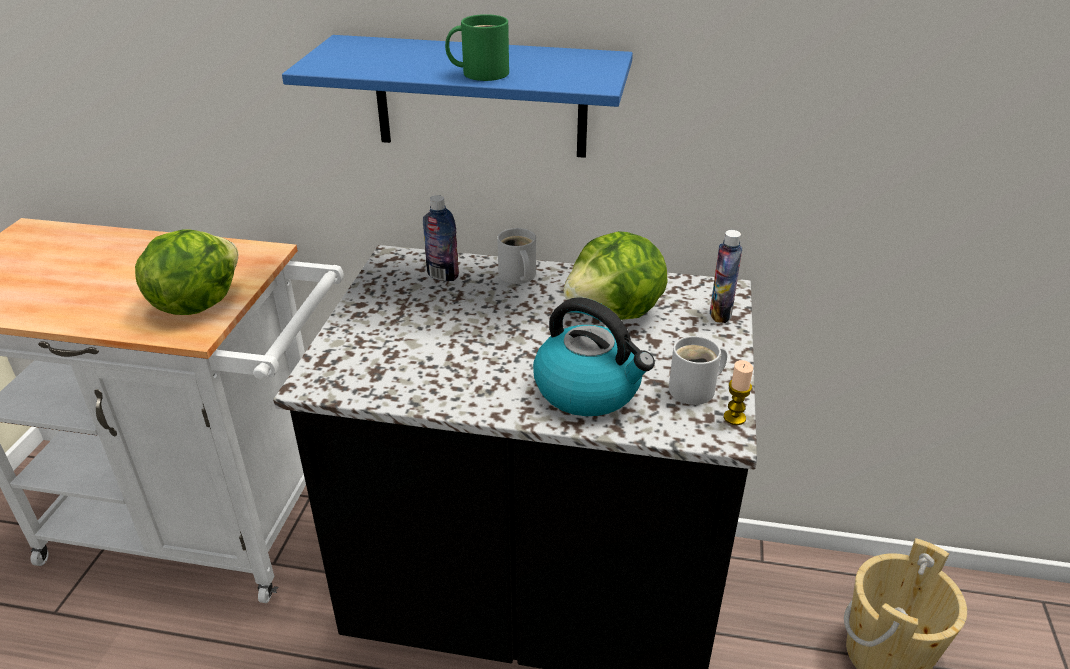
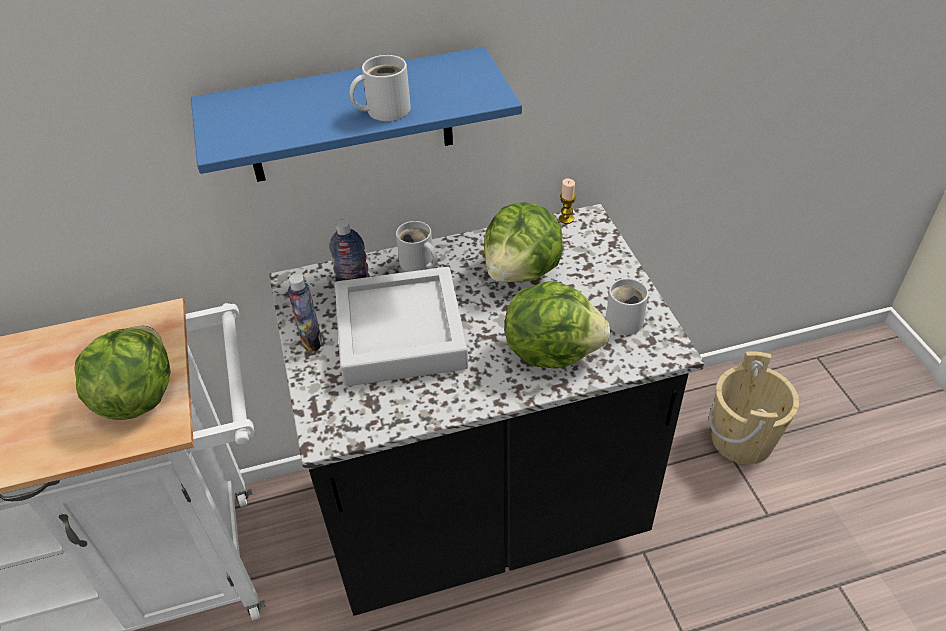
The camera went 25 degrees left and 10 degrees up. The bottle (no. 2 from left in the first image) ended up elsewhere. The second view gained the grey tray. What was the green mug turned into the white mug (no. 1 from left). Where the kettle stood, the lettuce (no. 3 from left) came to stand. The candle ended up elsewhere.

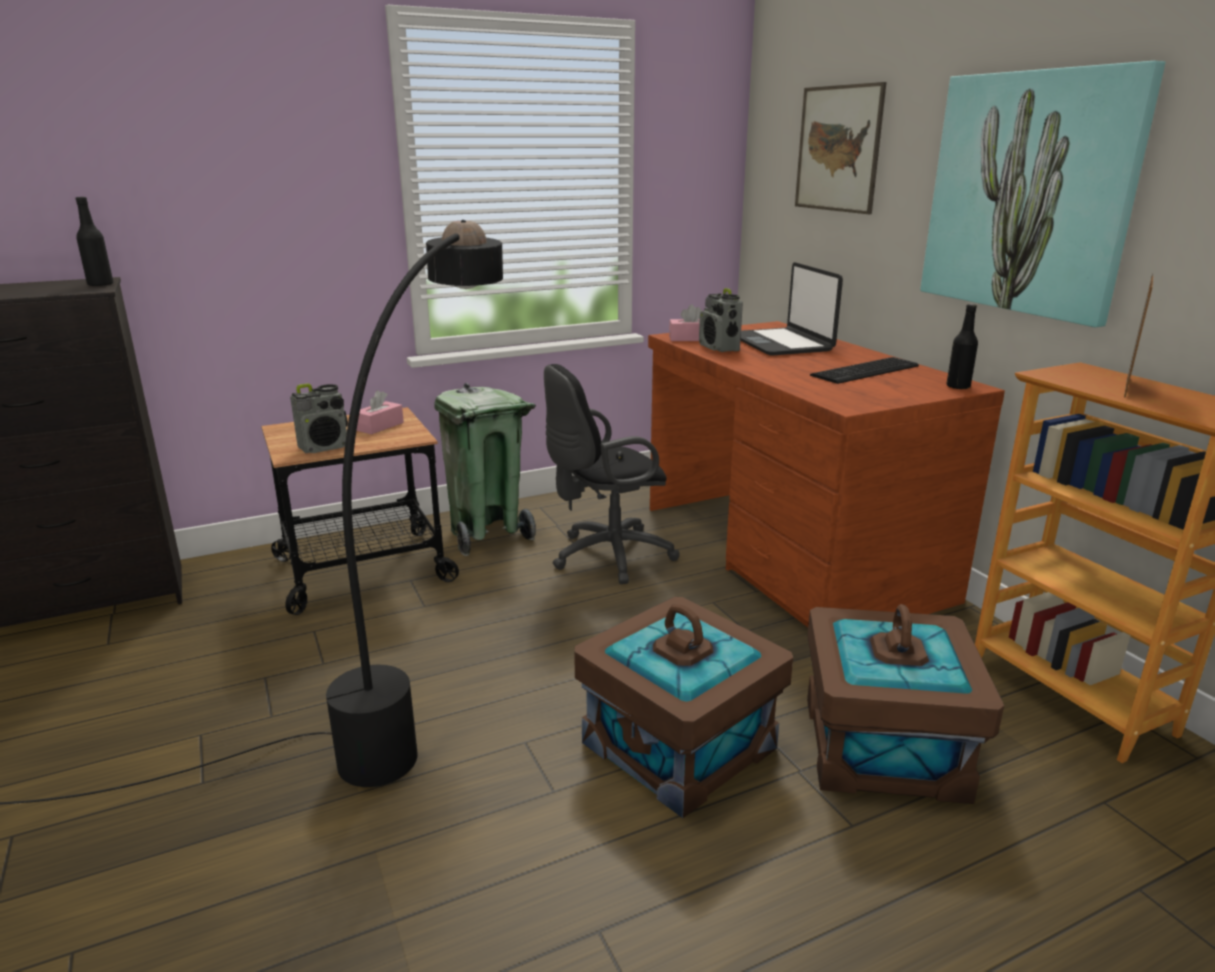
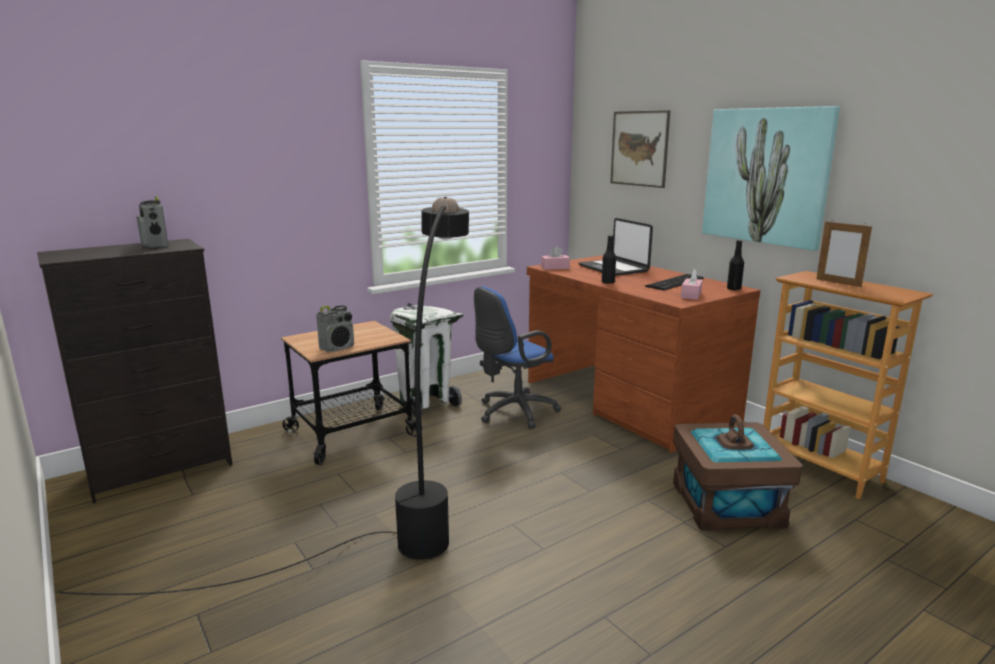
The camera went 10 degrees left and 5 degrees down. The radio (no. 2 from left in the first image) ended up elsewhere. What was the green trash can turned into the white trash can. What was the black office chair turned into the blue office chair. The black bottle (no. 1 from left) ended up elsewhere. The pink tissue box (no. 1 from left in the first image) ended up elsewhere. The picture frame ended up facing another way, 120 degrees clockwise from before. The second view lost the brown storage box (no. 1 from left).

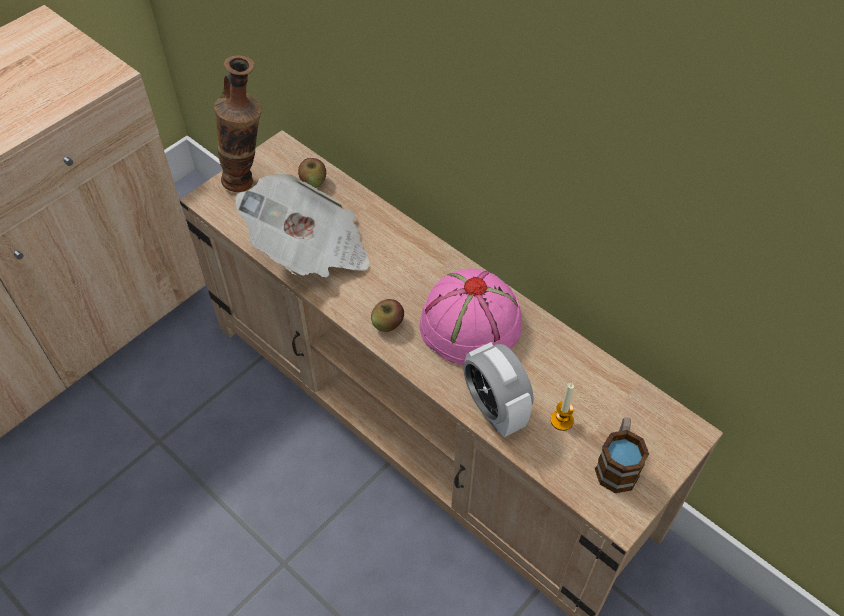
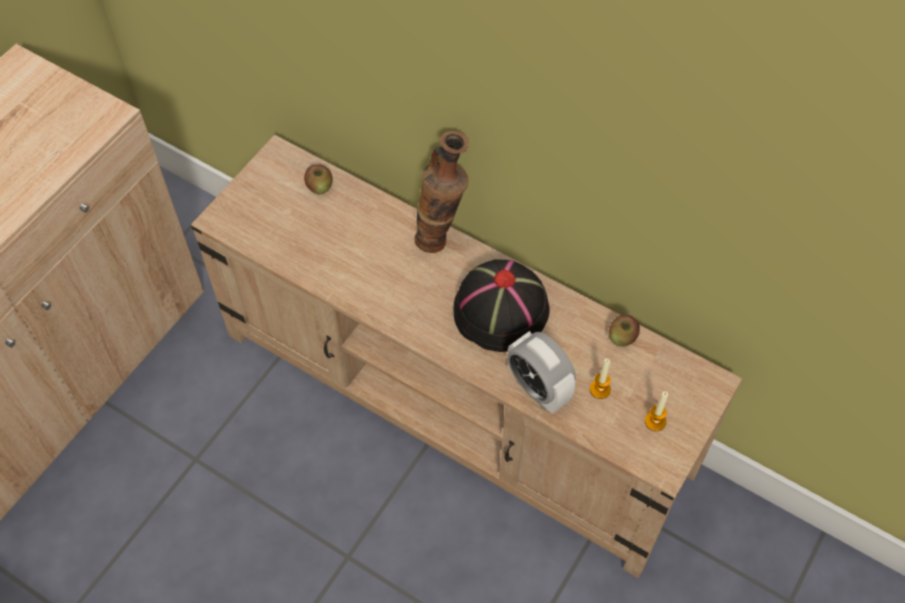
The camera went 10 degrees left and 5 degrees up. The vase ended up elsewhere. What was the pink hat turned into the black hat. The apple (no. 2 from left) ended up elsewhere. Where the mug stood, the candle (no. 2 from left) came to stand. The second view lost the newspaper.

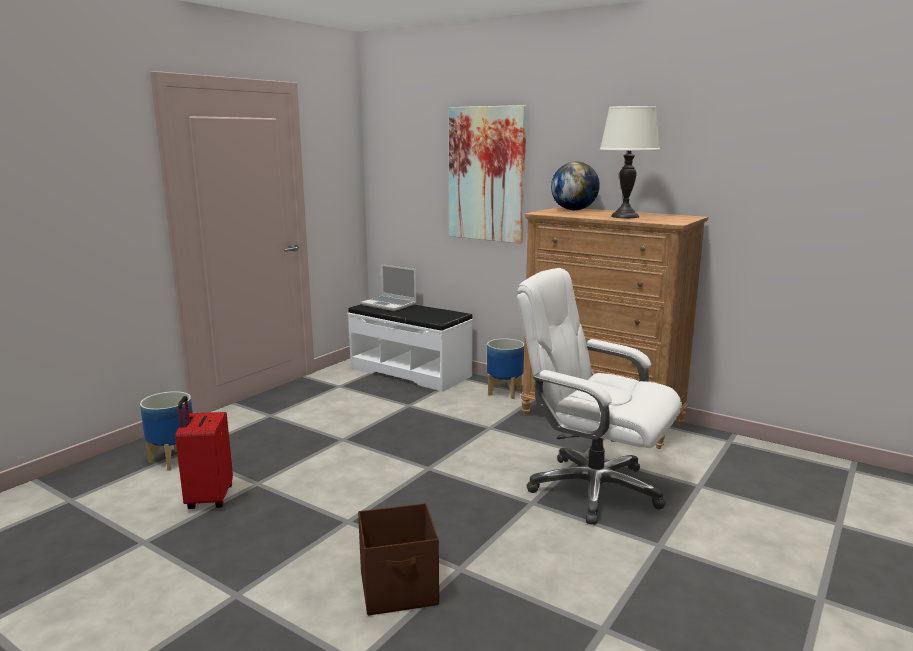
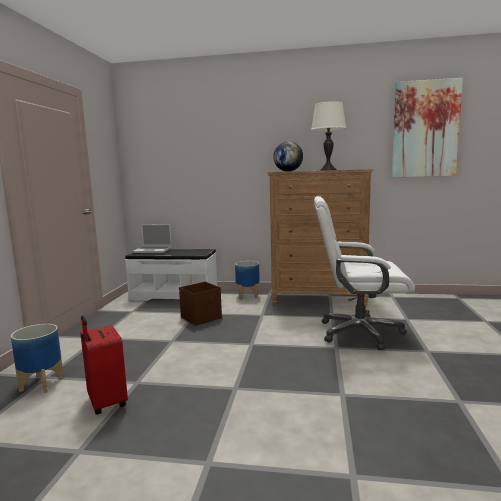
The camera went 25 degrees left and 5 degrees down. The brown storage box ended up elsewhere. The picture ended up elsewhere.

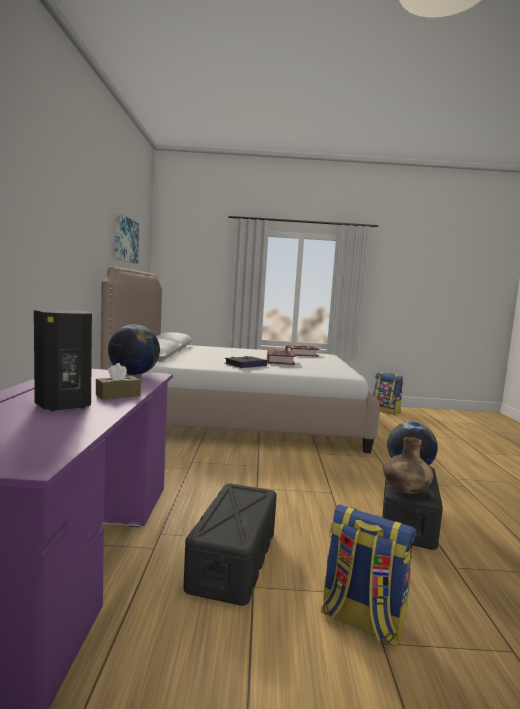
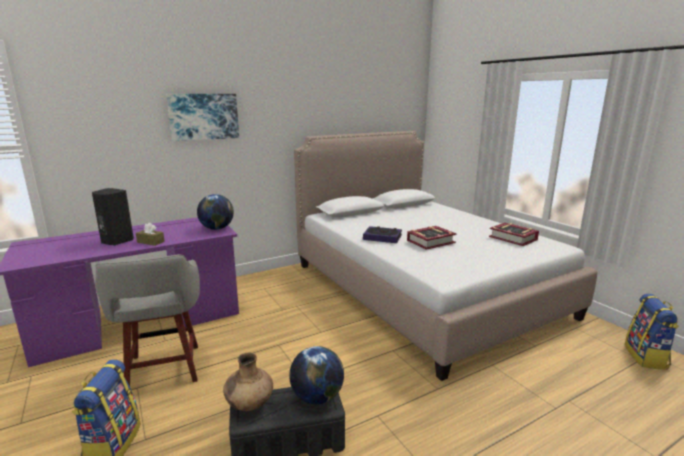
The camera went 60 degrees right and 10 degrees up. Where the black storage box (no. 1 from left) stood, the grey stool came to stand. The picture ended up elsewhere.

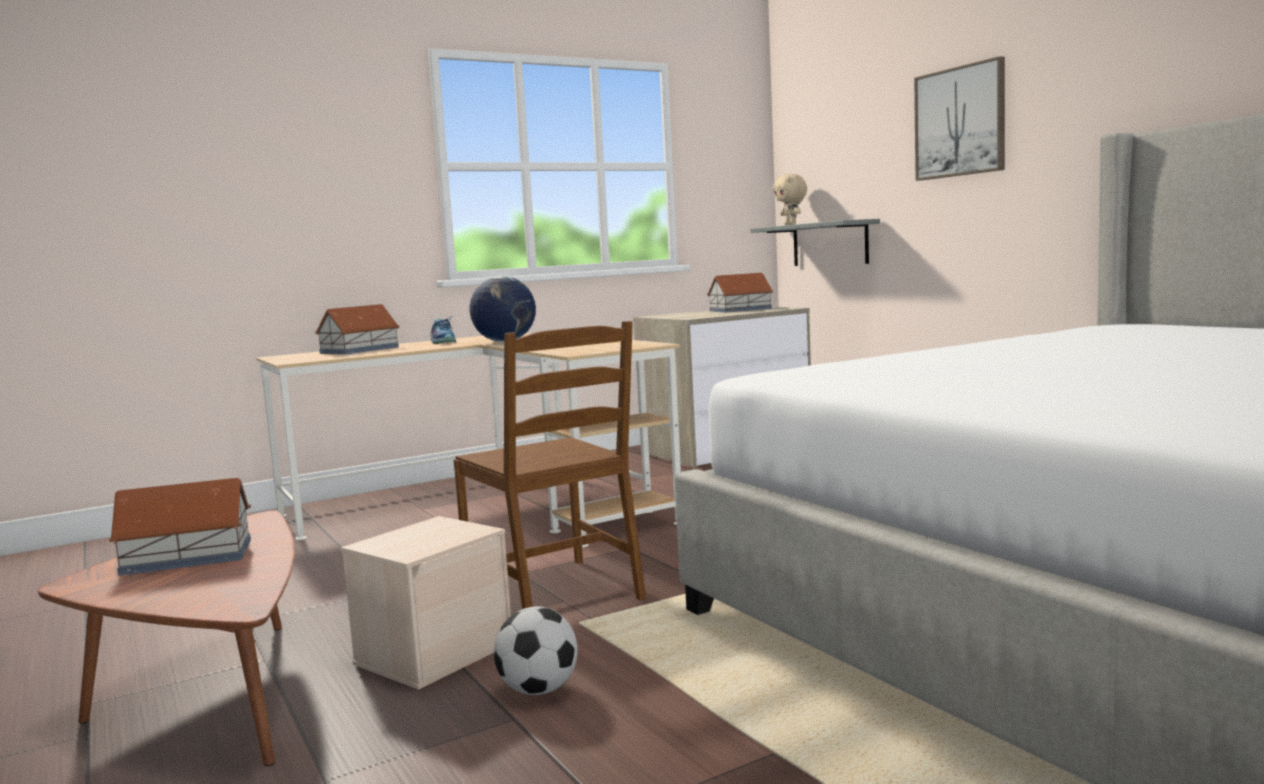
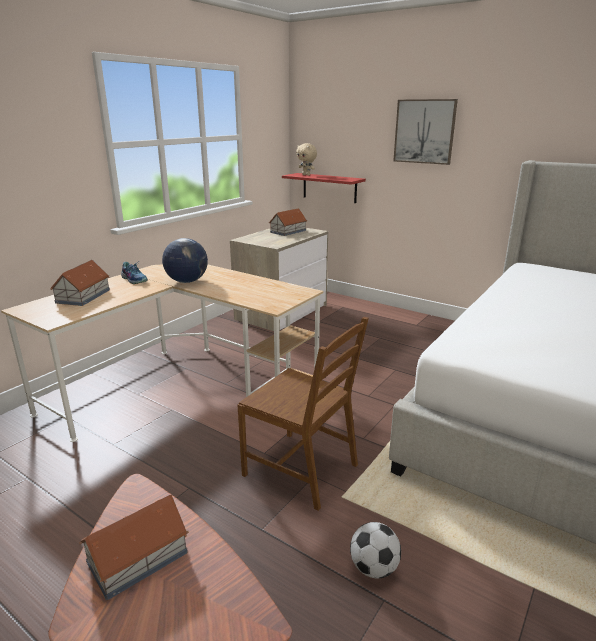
The camera went 25 degrees left and 15 degrees up. What was the grey shelf turned into the red shelf. The second view lost the beige storage box.

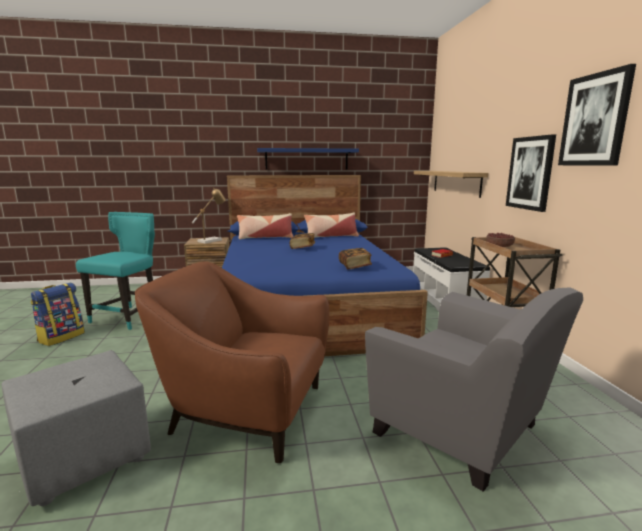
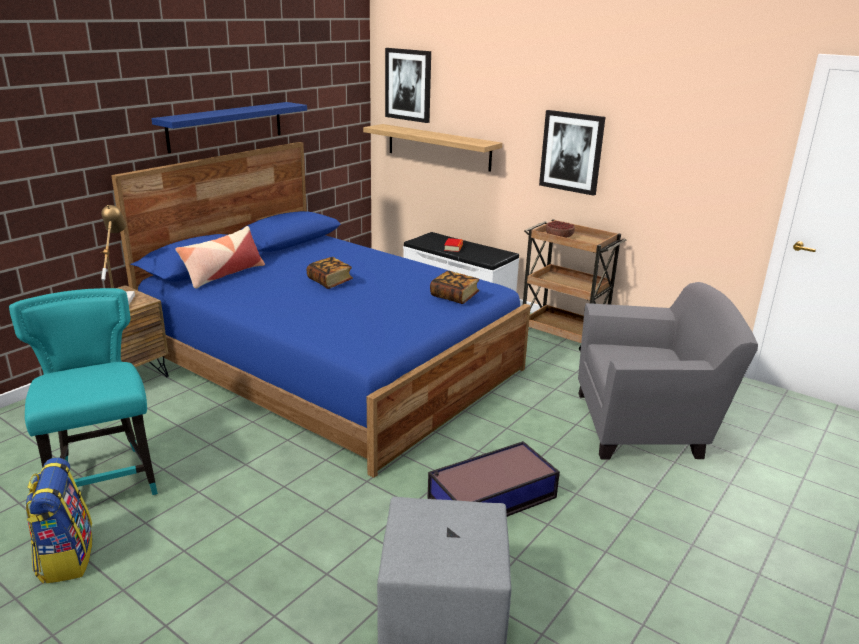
The camera went 45 degrees left and 10 degrees up. The picture (no. 2 from left in the first image) ended up elsewhere. Where the brown armchair stood, the storage box came to stand. The second view lost the pillow (no. 2 from left).

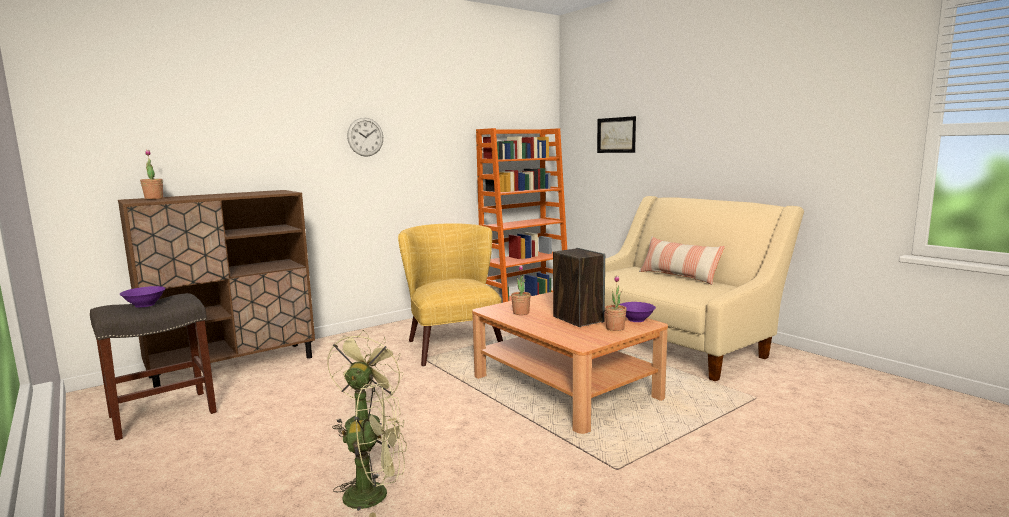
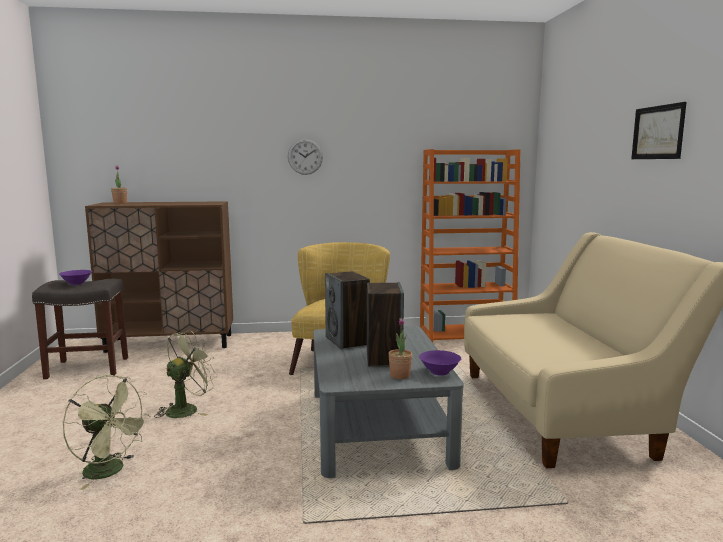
The camera went 30 degrees right and 0 degrees up. What was the brown coffee table turned into the grey coffee table. Where the potted plant (no. 2 from left) stood, the speaker (no. 1 from left) came to stand. The picture ended up elsewhere. The second view lost the pillow.

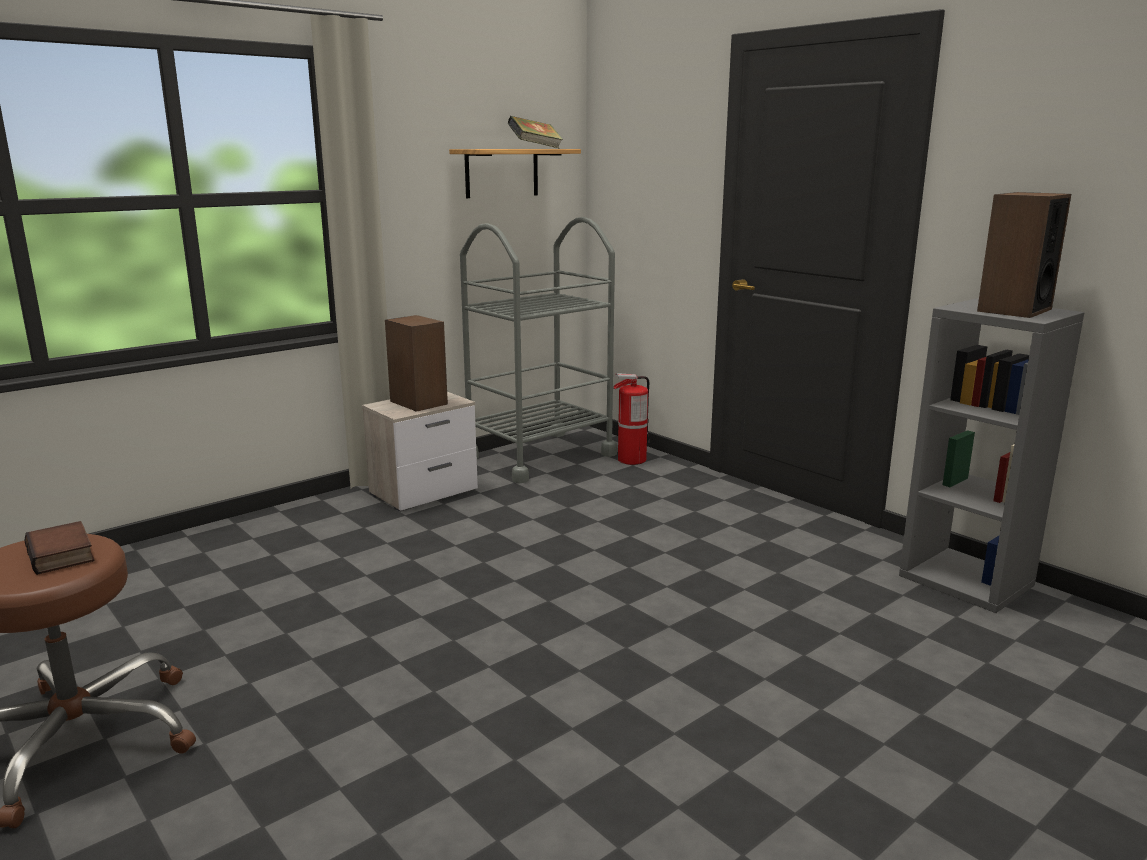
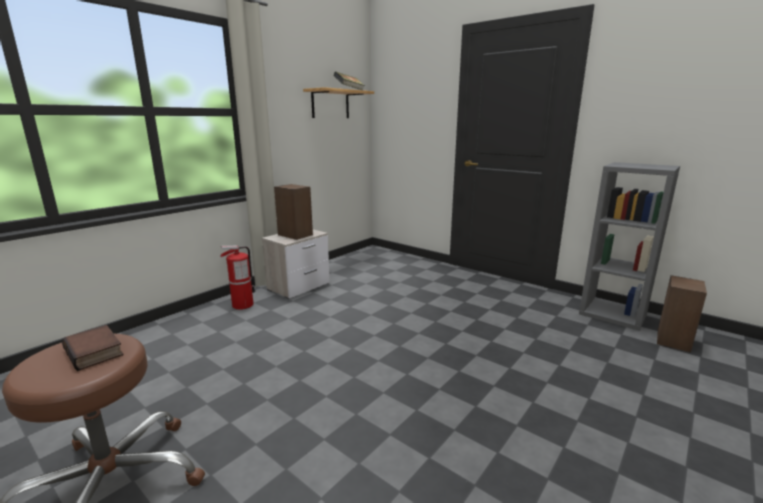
The camera went 10 degrees left and 0 degrees up. The fire extinguisher ended up elsewhere. The speaker (no. 2 from left) ended up elsewhere. The second view lost the grey cart.

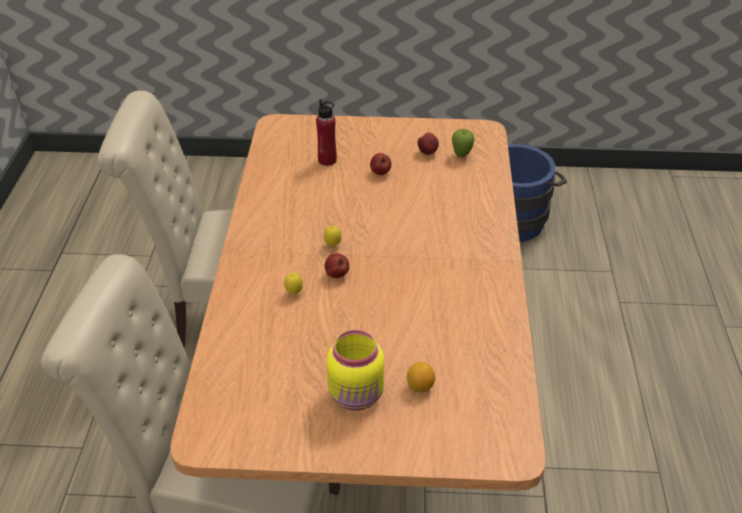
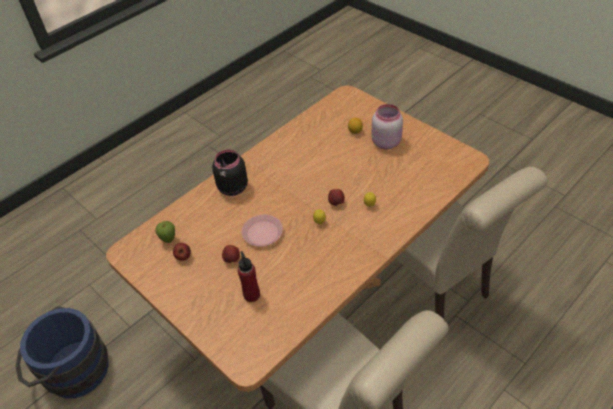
The camera went 135 degrees left and 5 degrees up. The second view gained the black jar. The second view gained the pink plate. What was the yellow jar turned into the pink jar.

